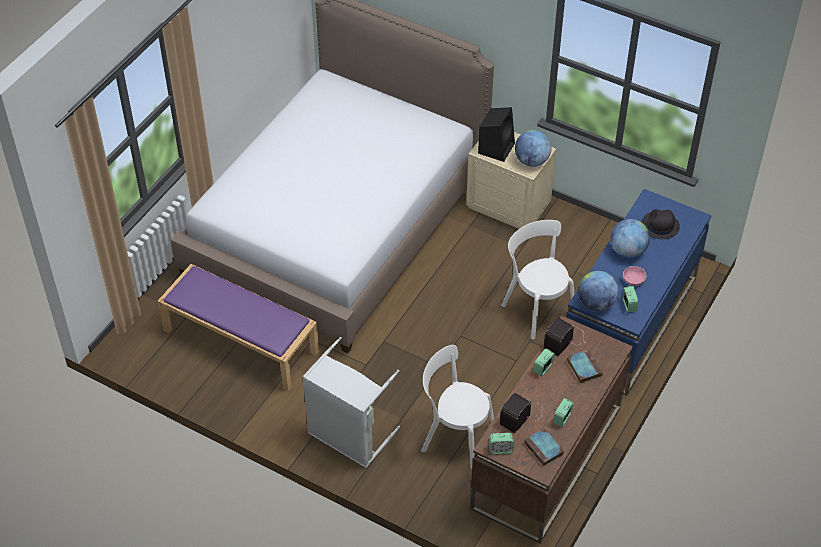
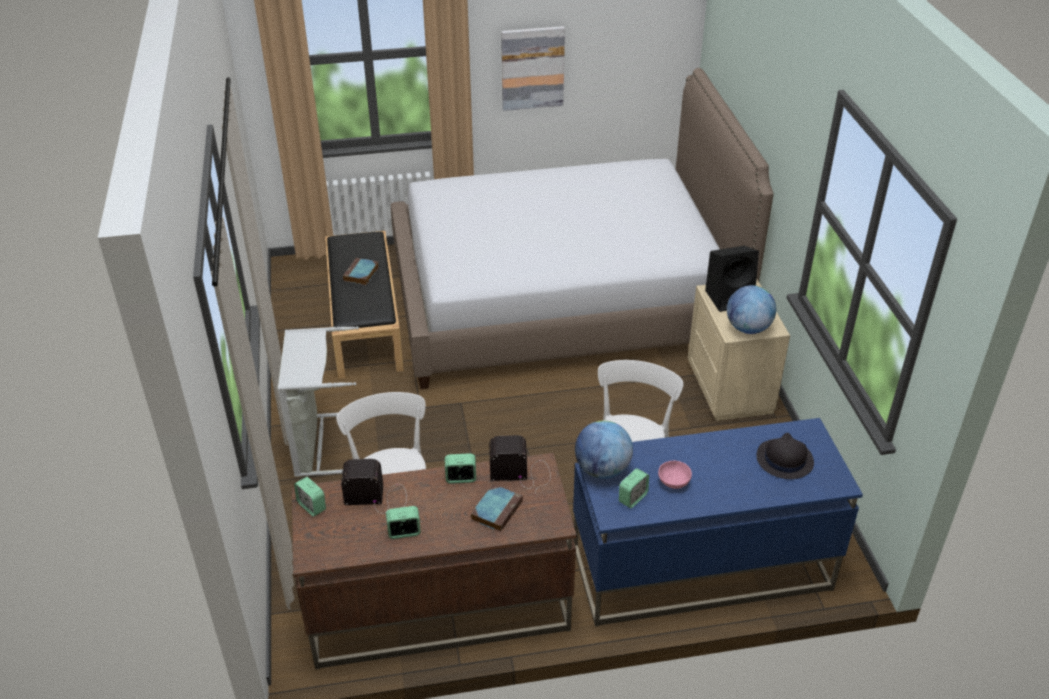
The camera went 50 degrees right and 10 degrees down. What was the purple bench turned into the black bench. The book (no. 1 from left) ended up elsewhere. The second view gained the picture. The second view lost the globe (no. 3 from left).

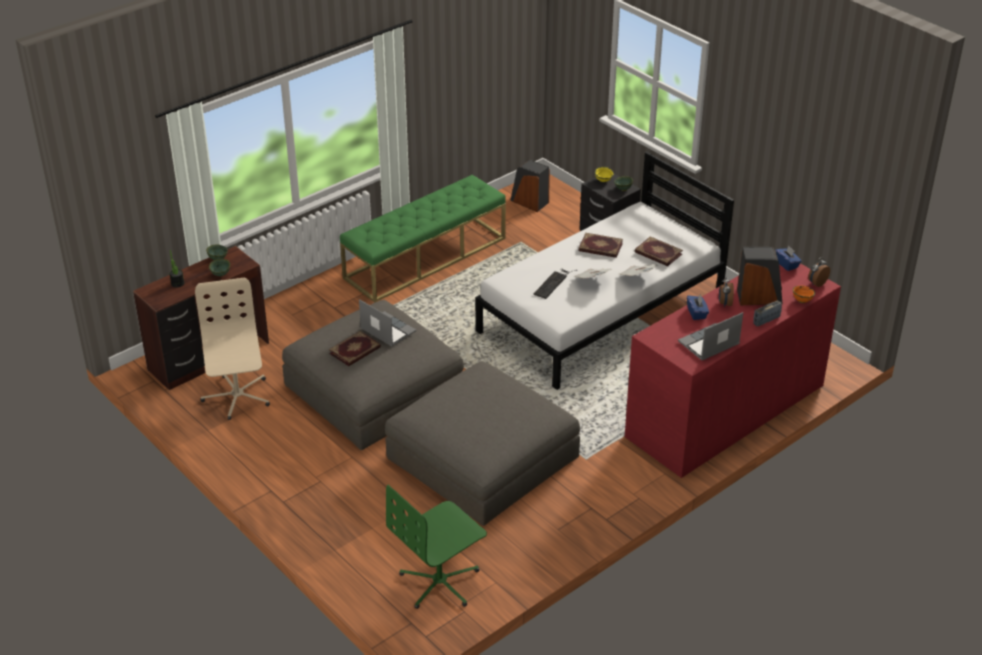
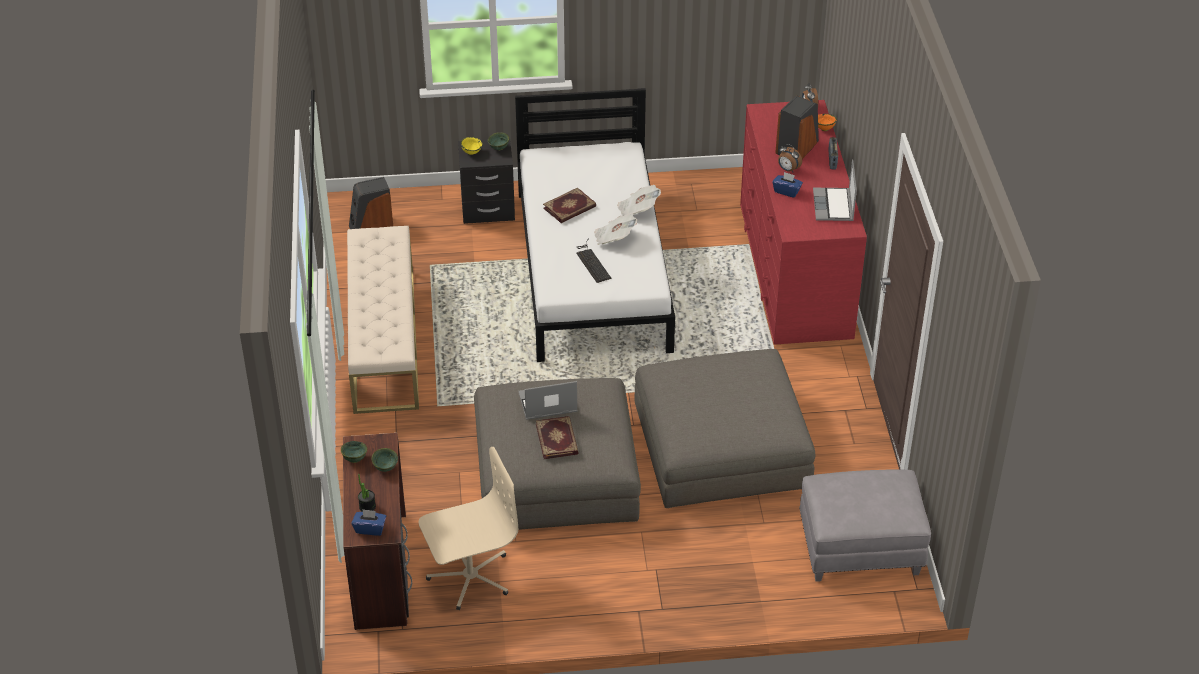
The camera went 55 degrees left and 5 degrees up. What was the green bench turned into the beige bench. The blue tissue box (no. 2 from left in the first image) ended up elsewhere. The beige office chair ended up facing another way, 135 degrees clockwise from before. Where the green office chair stood, the grey ottoman (no. 3 from left) came to stand. The second view lost the book (no. 3 from left).

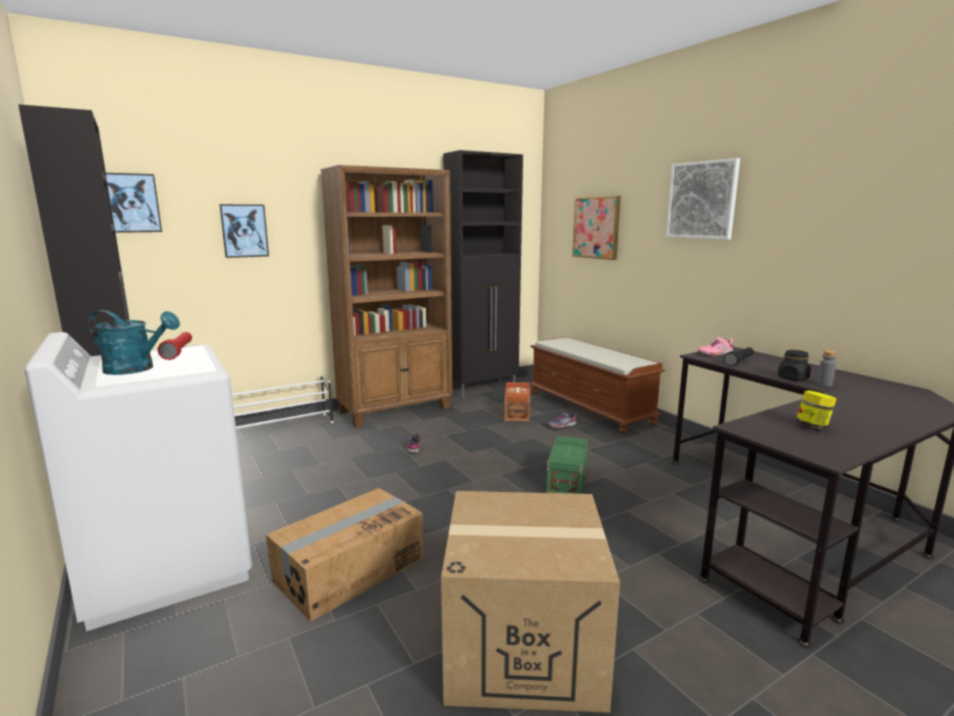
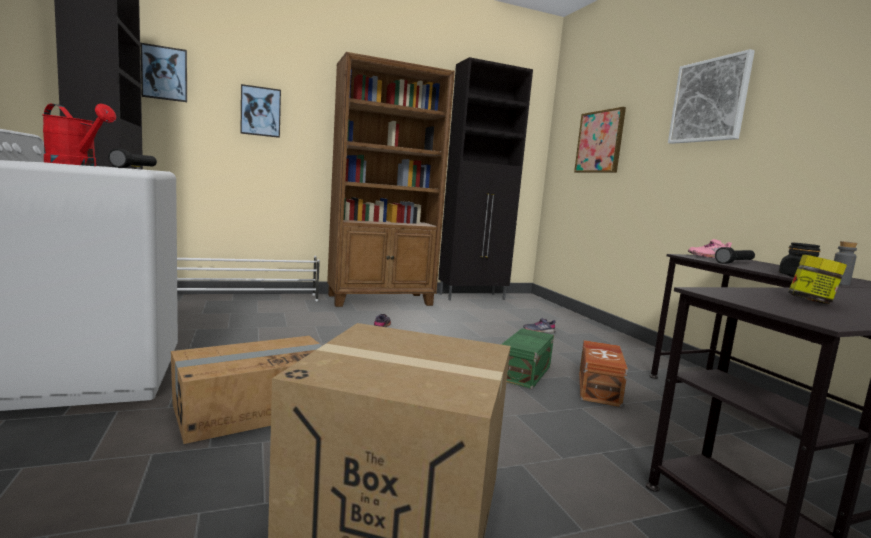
The camera went 10 degrees right and 5 degrees down. What was the turquoise watering can turned into the red watering can. What was the red flashlight turned into the black flashlight (no. 1 from left). The brown storage box ended up elsewhere. The second view lost the brown bench.

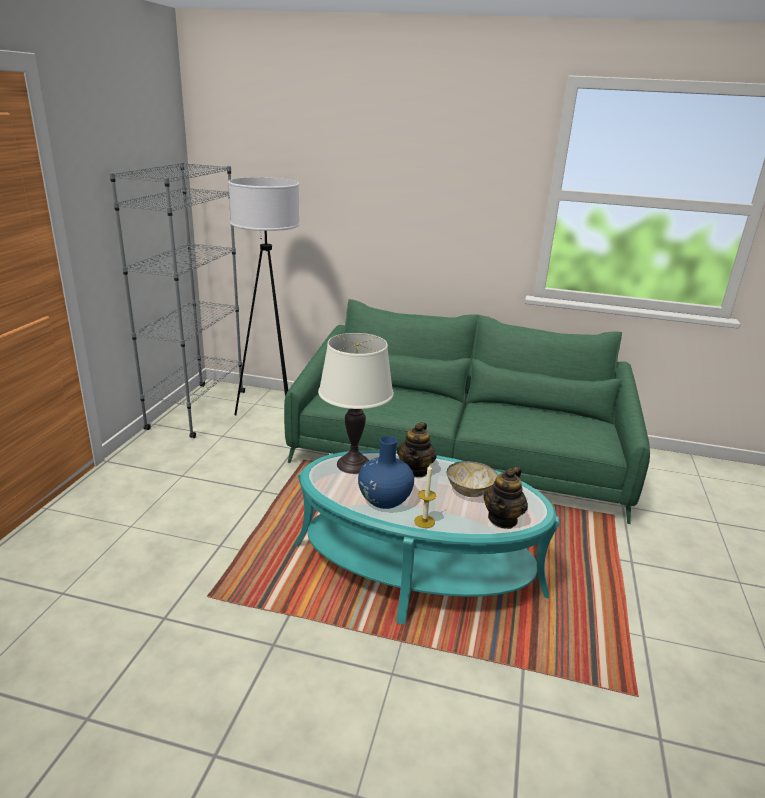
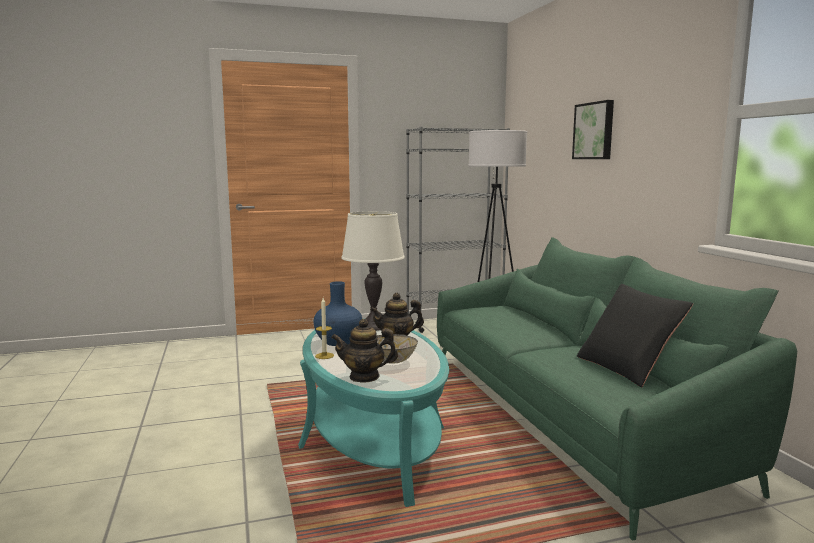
The camera went 60 degrees right and 15 degrees down. The second view gained the picture. The second view gained the black pillow.

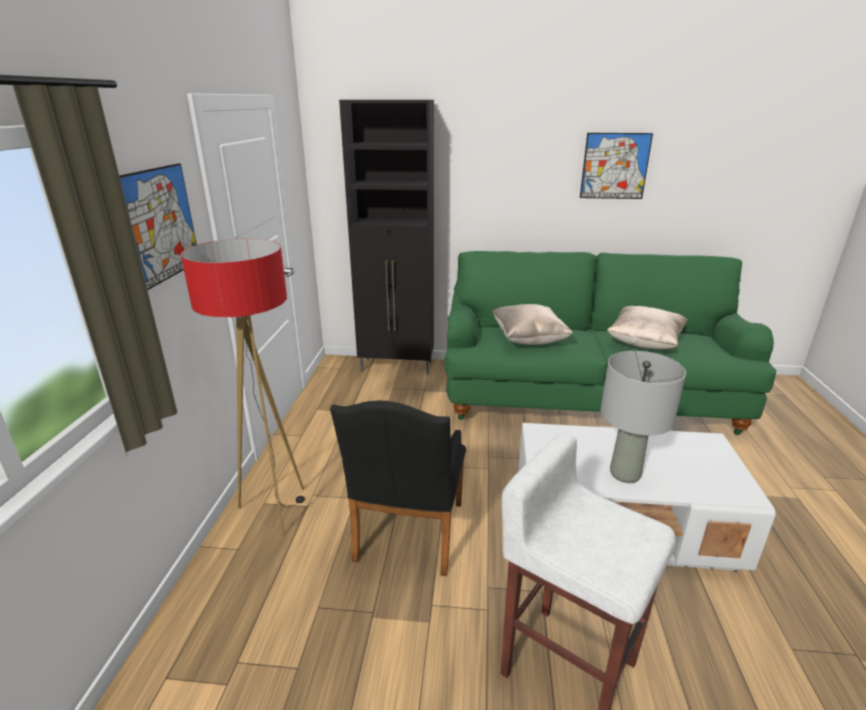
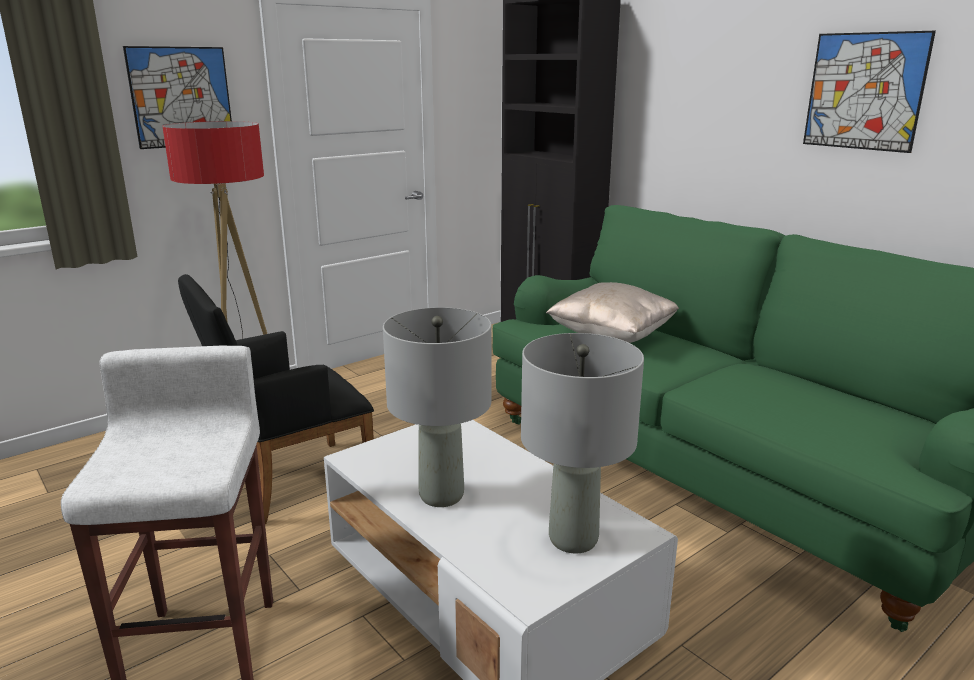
The camera went 45 degrees right and 5 degrees down. The second view gained the grey table lamp (no. 2 from left). The second view lost the beige pillow (no. 2 from left).

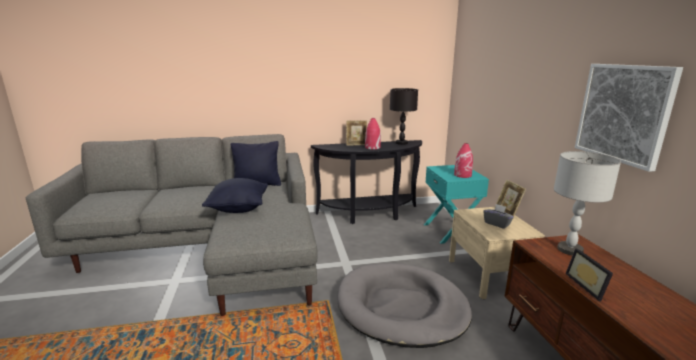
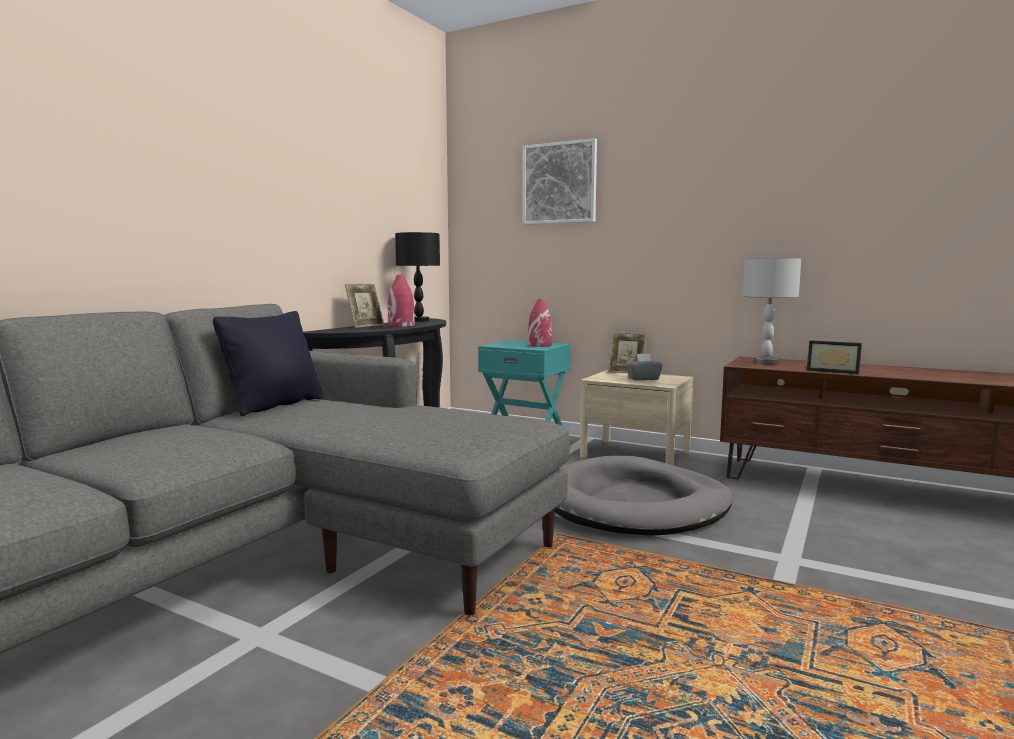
The camera went 50 degrees left and 10 degrees down. The picture ended up elsewhere. The second view lost the black pillow (no. 1 from left).

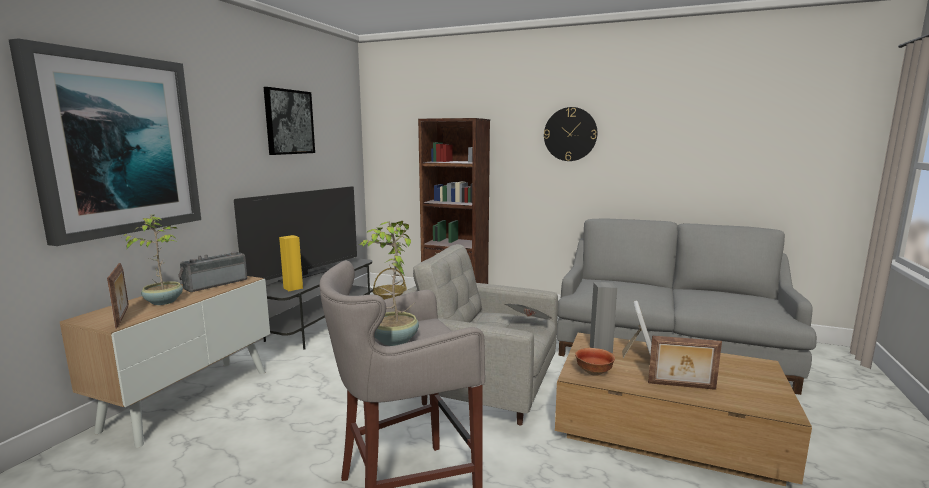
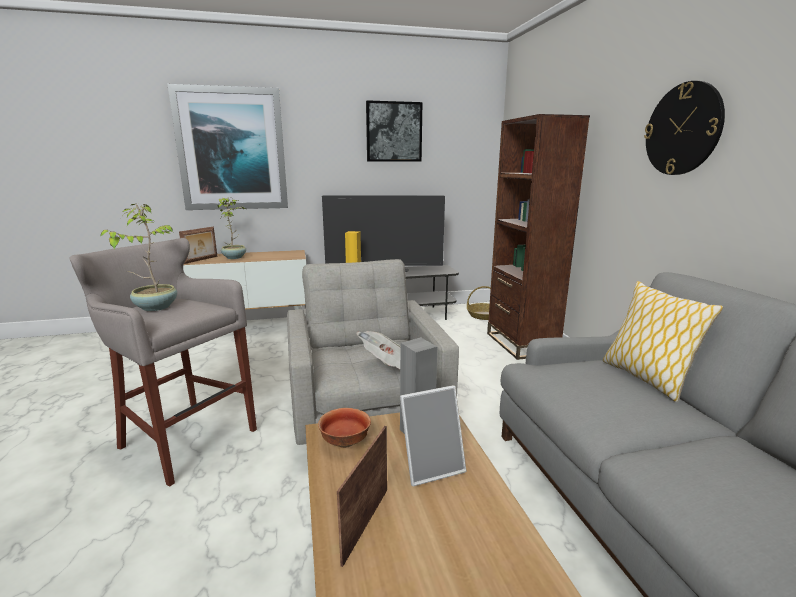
The camera went 55 degrees right and 5 degrees up. The picture frame (no. 3 from left in the first image) ended up facing another way, 45 degrees clockwise from before. The second view gained the pillow. The second view lost the radio.

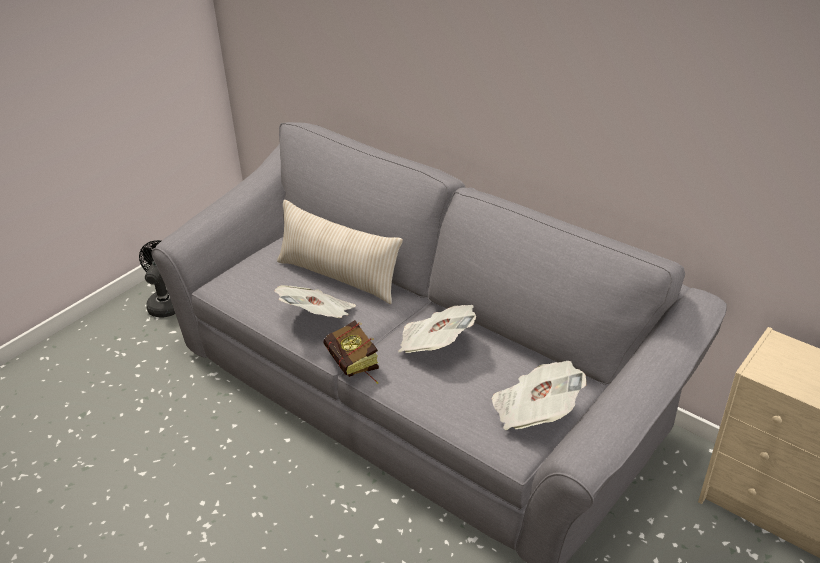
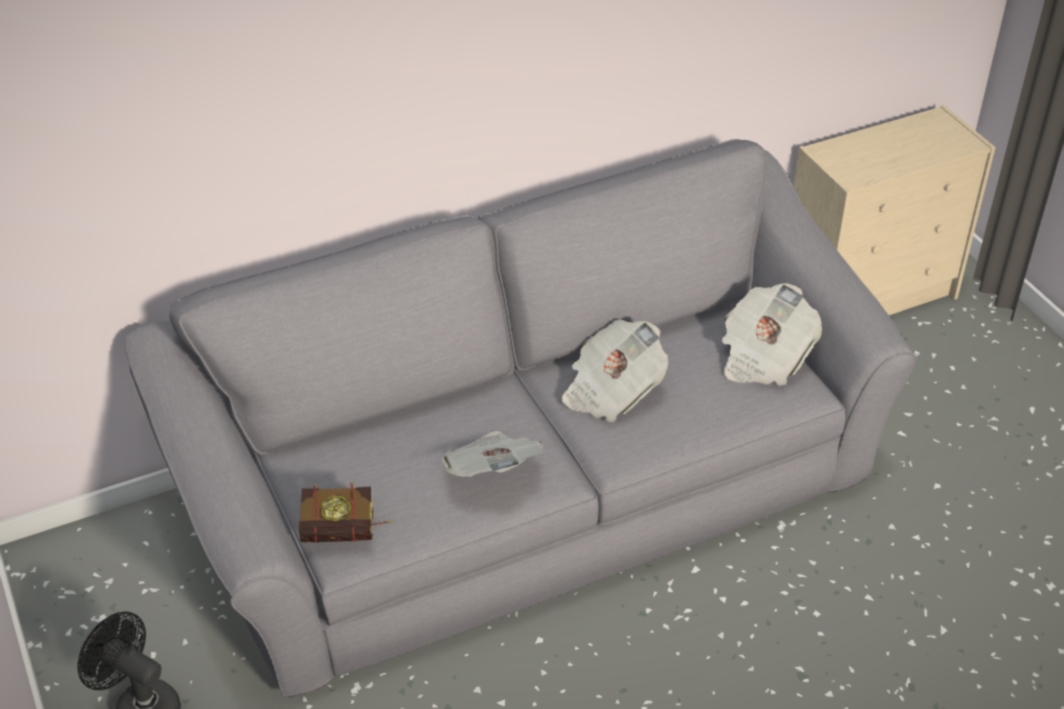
The camera went 65 degrees left and 5 degrees up. The book ended up elsewhere. The second view lost the beige pillow.

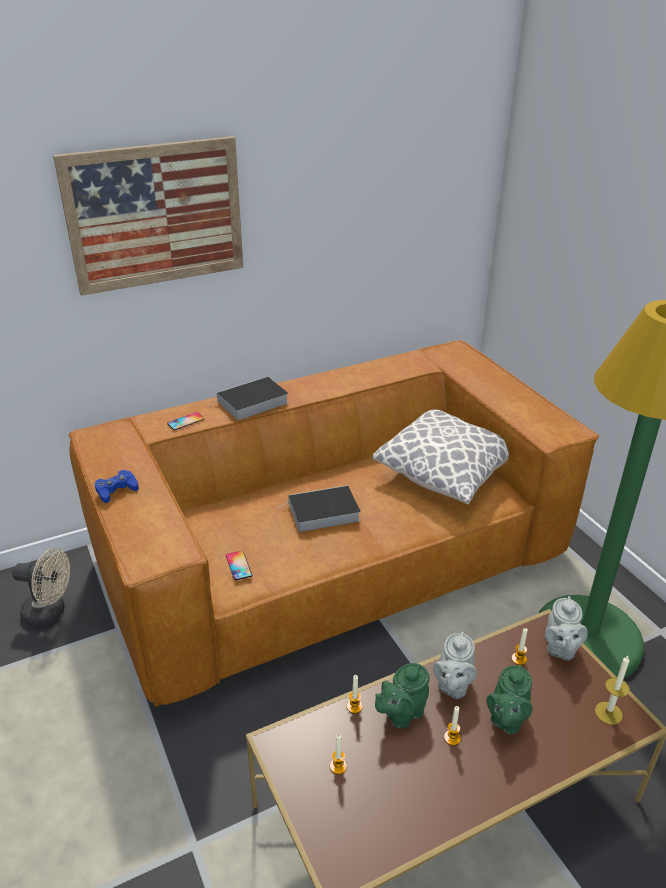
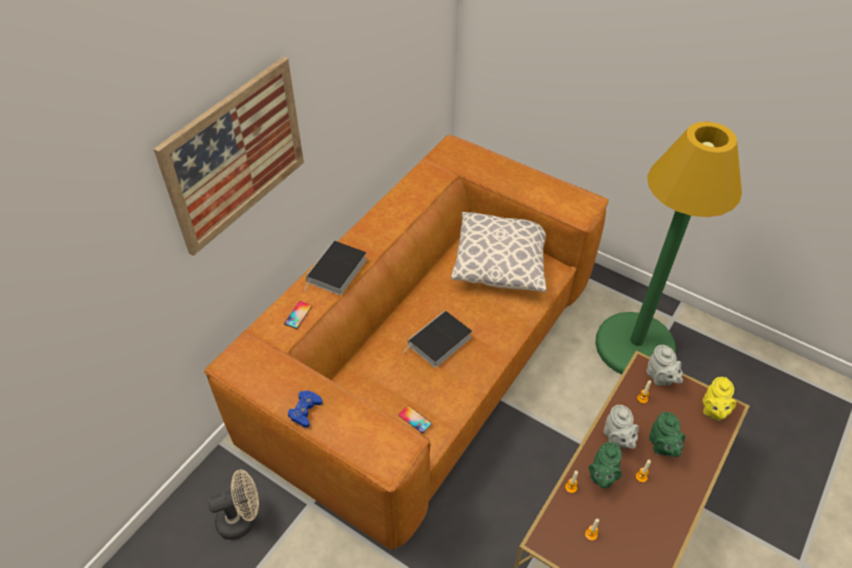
The camera went 30 degrees left and 15 degrees up. Where the candle (no. 5 from left) stood, the yellow teapot came to stand.

